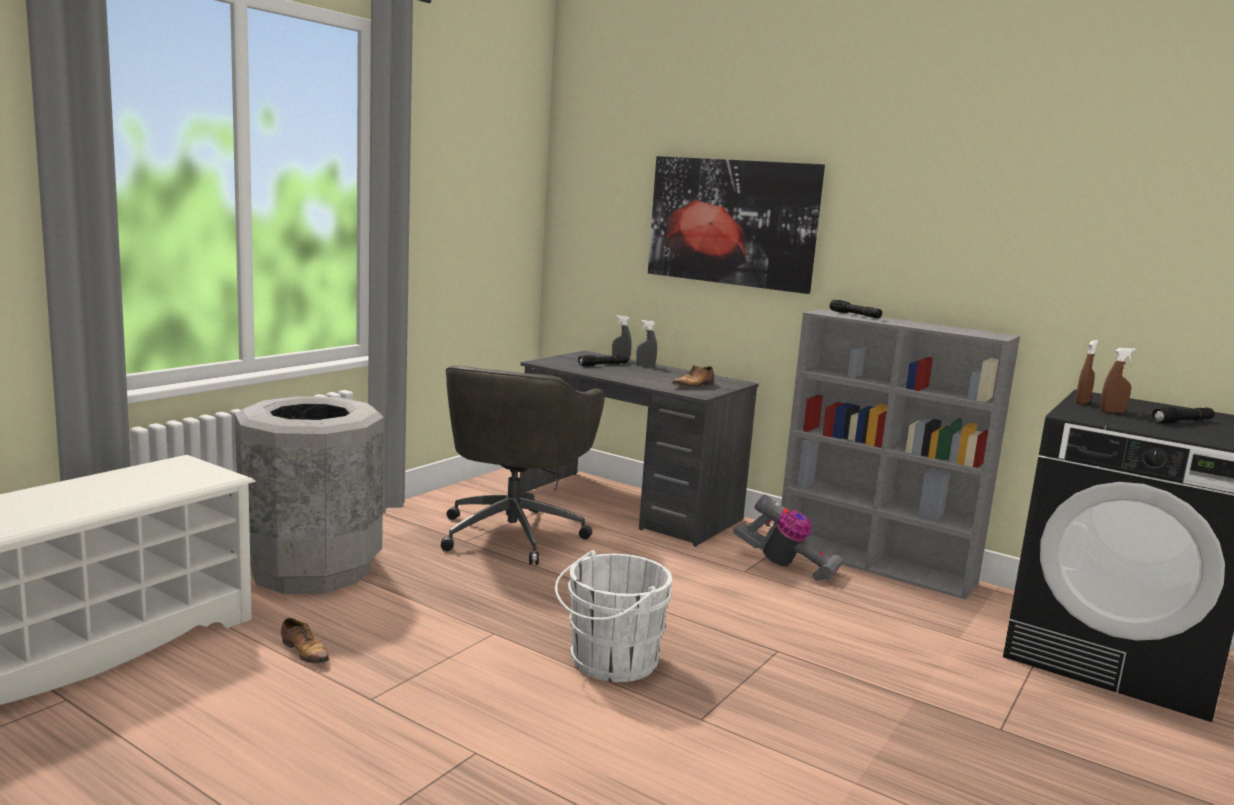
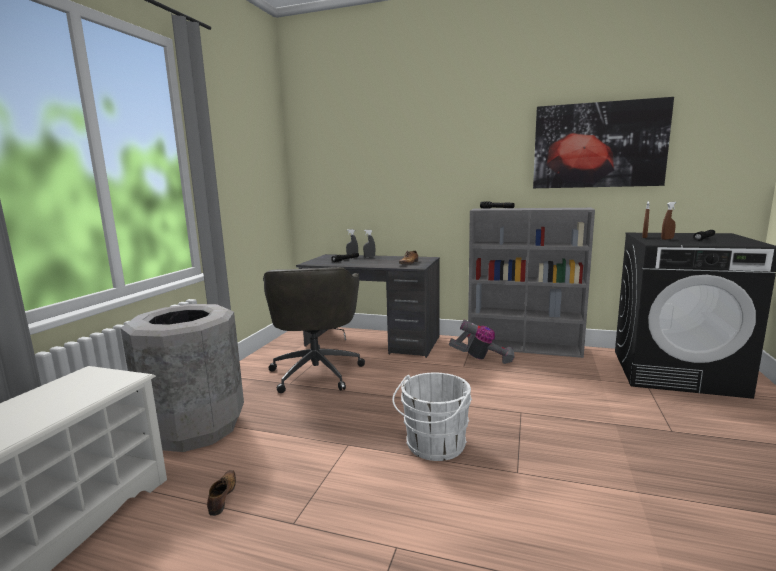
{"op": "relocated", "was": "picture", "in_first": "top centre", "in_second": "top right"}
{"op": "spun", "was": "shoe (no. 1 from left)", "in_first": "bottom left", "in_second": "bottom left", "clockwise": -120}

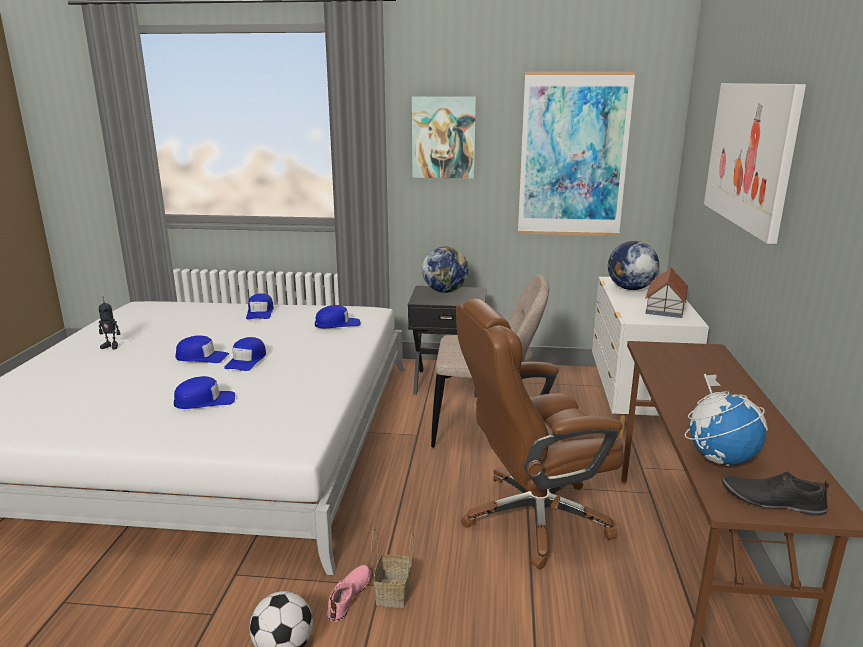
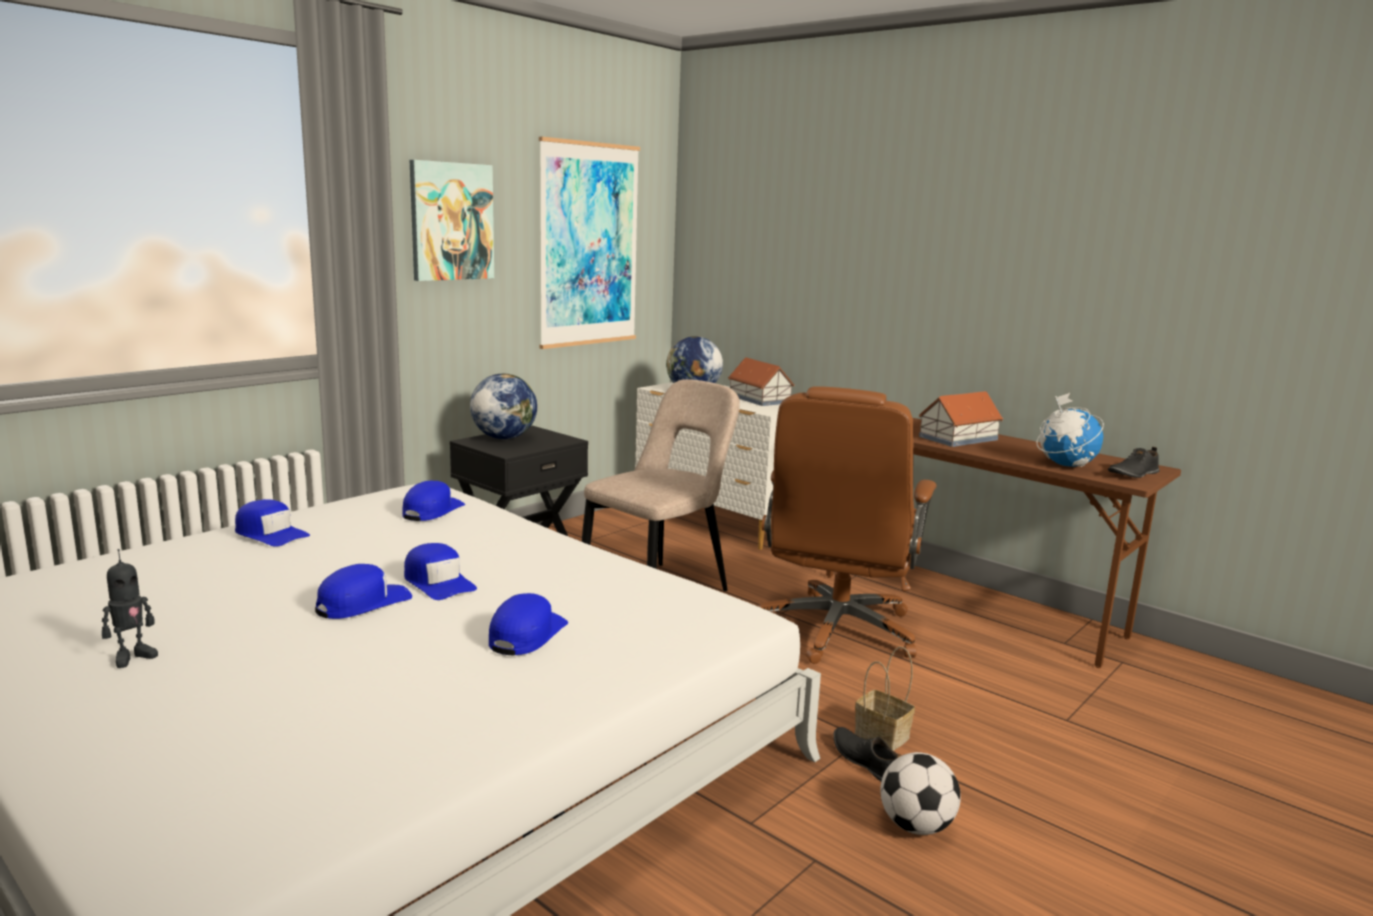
{"op": "missing", "was": "picture (no. 3 from left)", "in_first": "top right"}
{"op": "colour", "was": "pink shoe", "now": "black shoe (no. 1 from left)", "in_first": "bottom centre", "in_second": "bottom centre"}
{"op": "appeared", "now": "toy house (no. 2 from left)", "in_second": "middle right"}

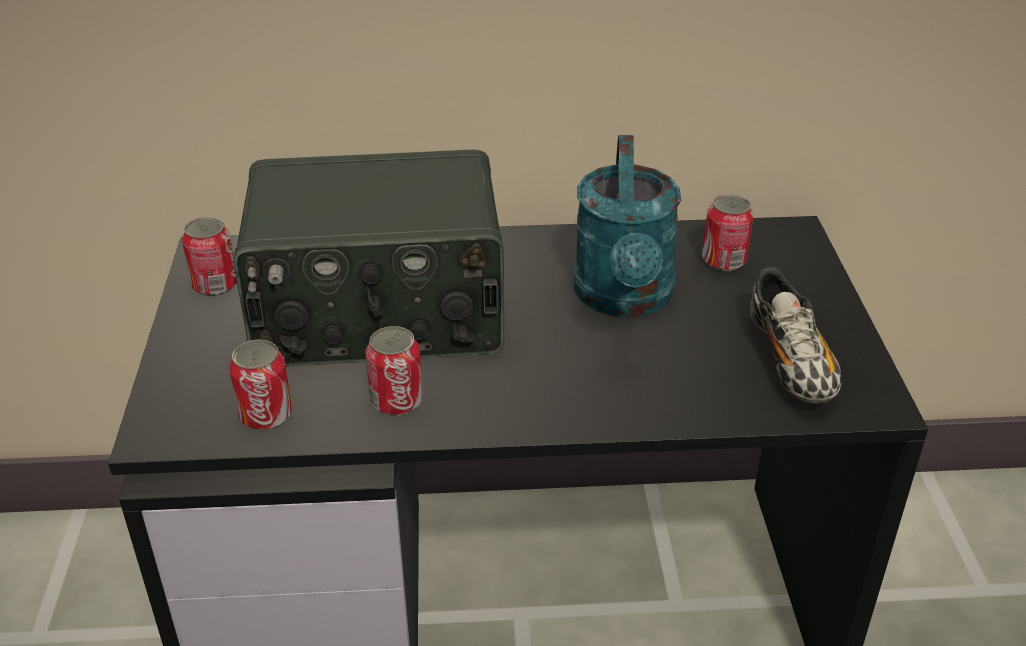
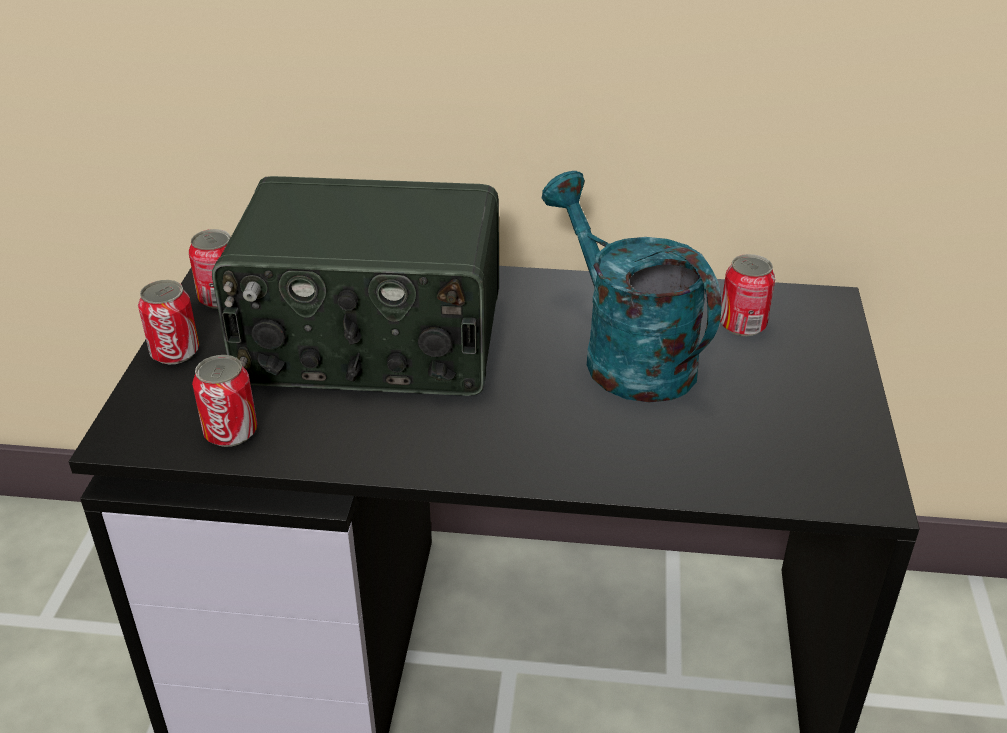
{"op": "spun", "was": "turquoise watering can", "in_first": "centre", "in_second": "centre", "clockwise": 135}
{"op": "missing", "was": "shoe", "in_first": "middle right"}
{"op": "relocated", "was": "can (no. 3 from left in the first image)", "now": "can (no. 1 from left)", "in_first": "centre", "in_second": "middle left"}

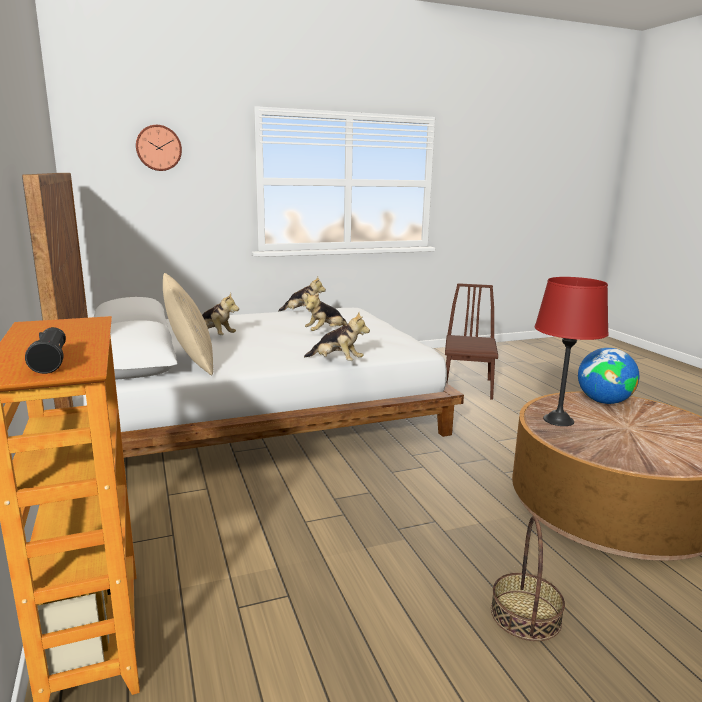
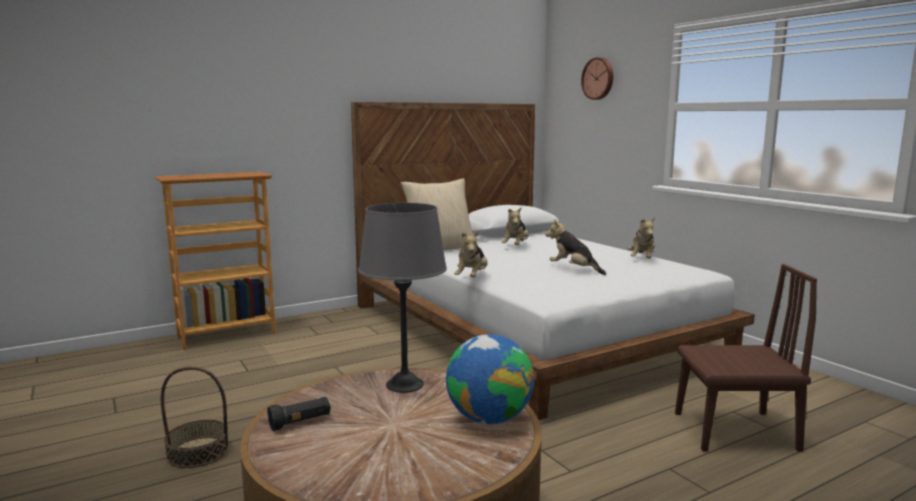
{"op": "colour", "was": "red table lamp", "now": "grey table lamp", "in_first": "middle right", "in_second": "centre"}
{"op": "relocated", "was": "black flashlight", "in_first": "middle left", "in_second": "bottom left"}

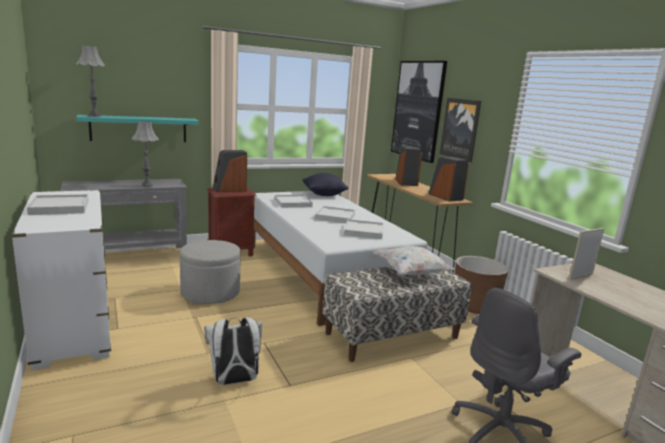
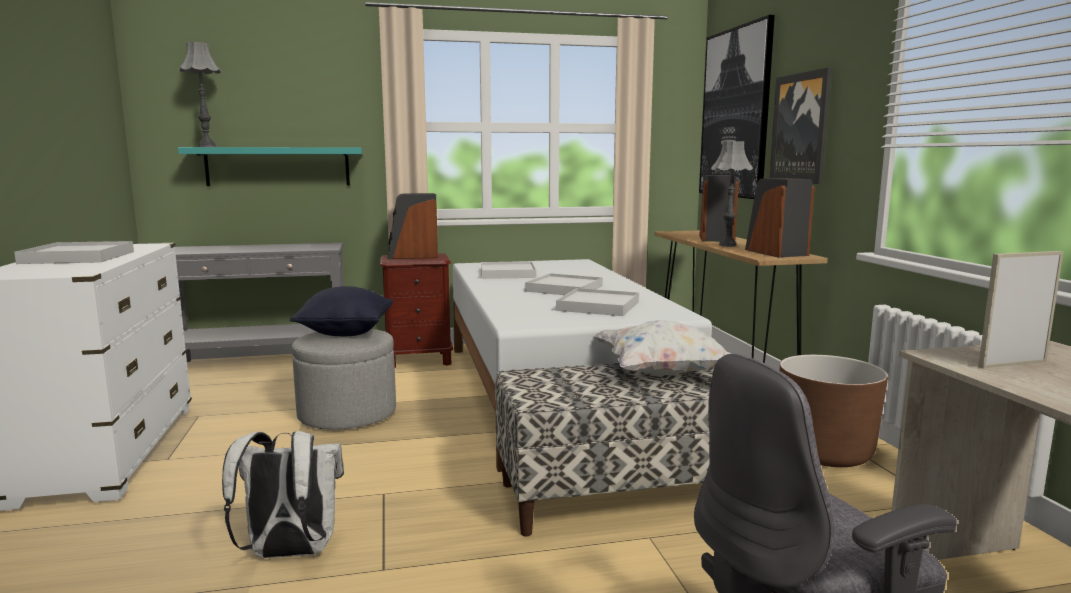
{"op": "relocated", "was": "grey table lamp (no. 2 from left)", "in_first": "middle left", "in_second": "top right"}
{"op": "relocated", "was": "black pillow", "in_first": "centre", "in_second": "middle left"}

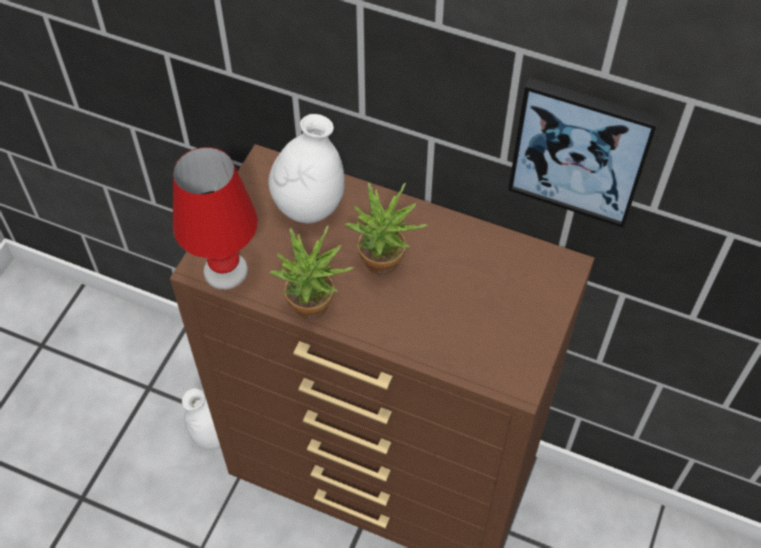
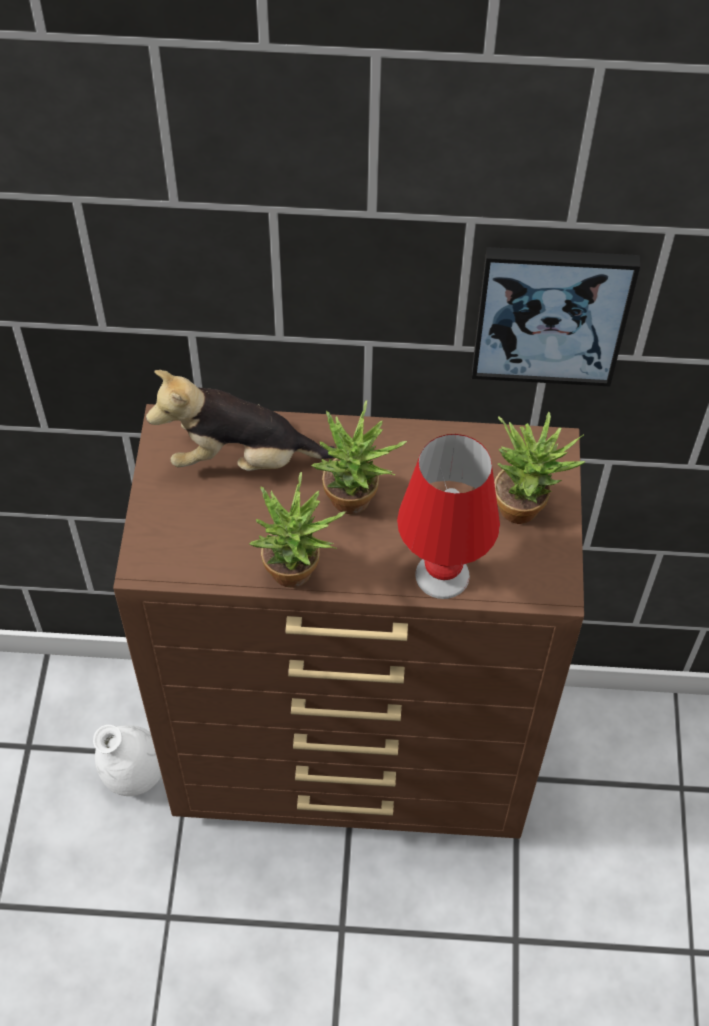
{"op": "exchanged", "was": "white vase (no. 2 from left)", "now": "plush toy", "in_first": "top centre", "in_second": "centre"}
{"op": "relocated", "was": "red table lamp", "in_first": "middle left", "in_second": "centre"}
{"op": "appeared", "now": "potted plant (no. 3 from left)", "in_second": "middle right"}

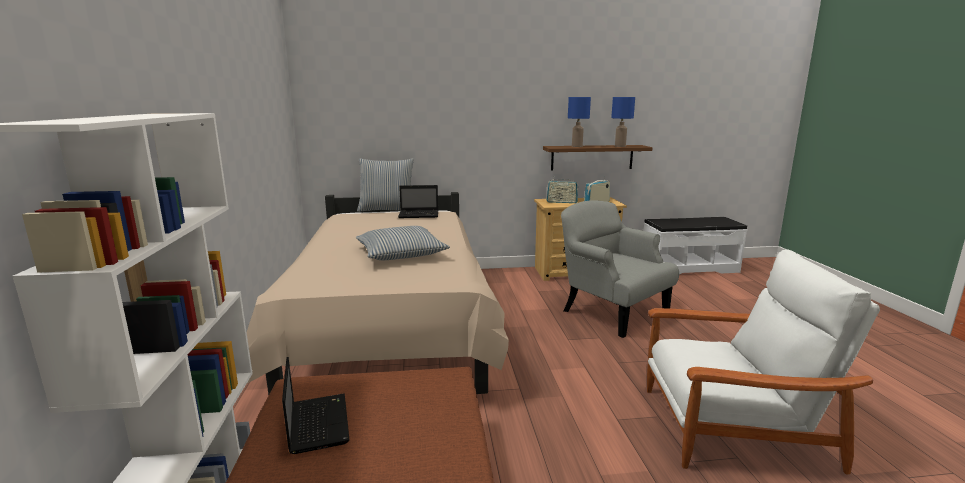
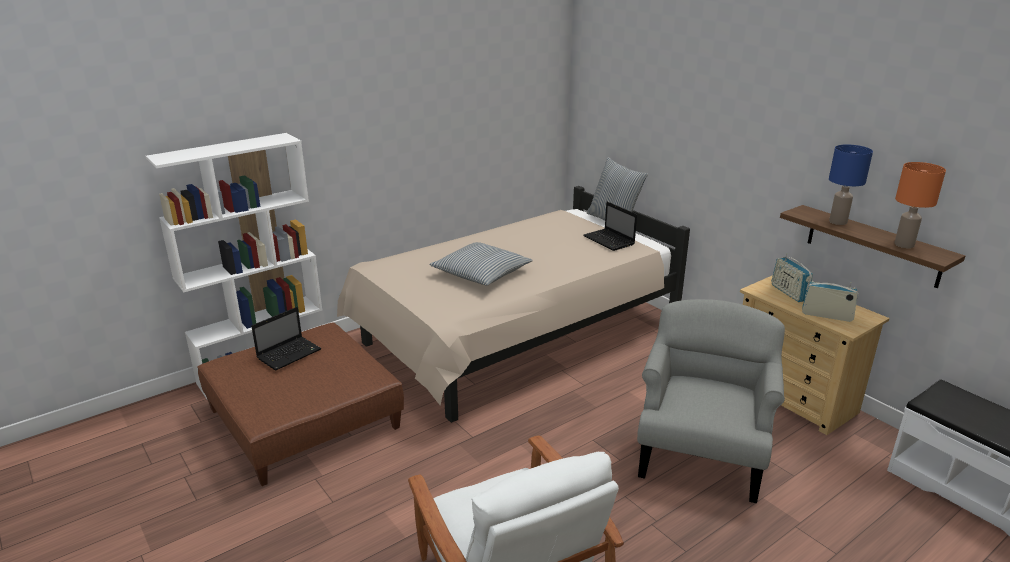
{"op": "colour", "was": "blue table lamp (no. 2 from left)", "now": "orange table lamp", "in_first": "top centre", "in_second": "middle right"}

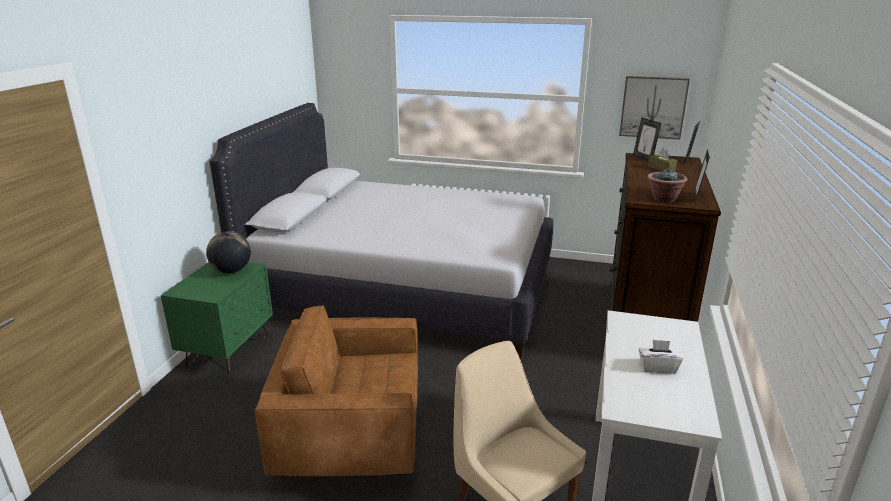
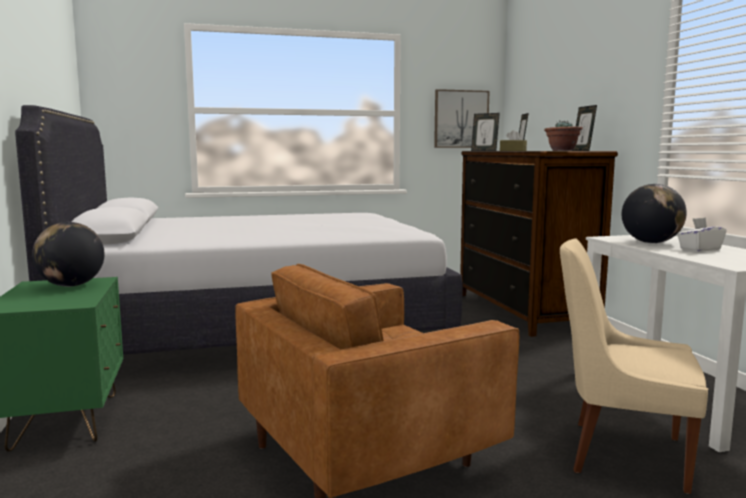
{"op": "appeared", "now": "globe (no. 2 from left)", "in_second": "middle right"}

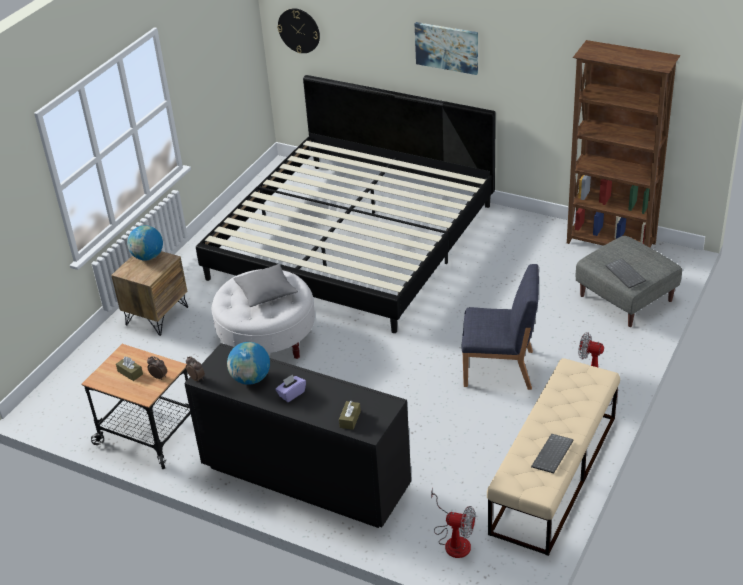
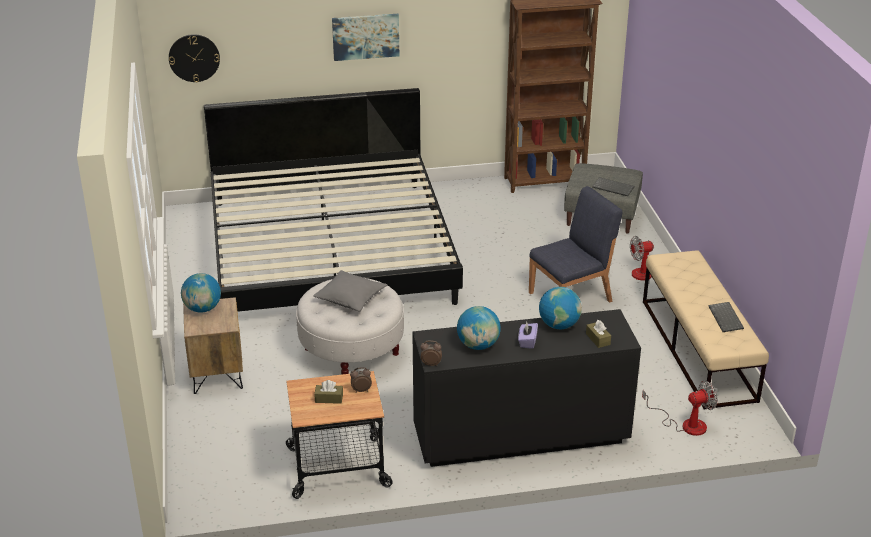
{"op": "appeared", "now": "globe (no. 3 from left)", "in_second": "centre"}

